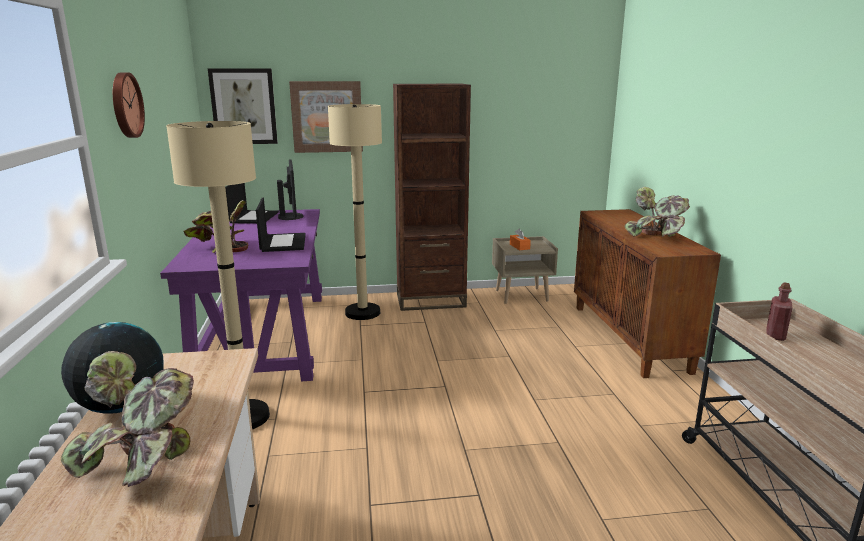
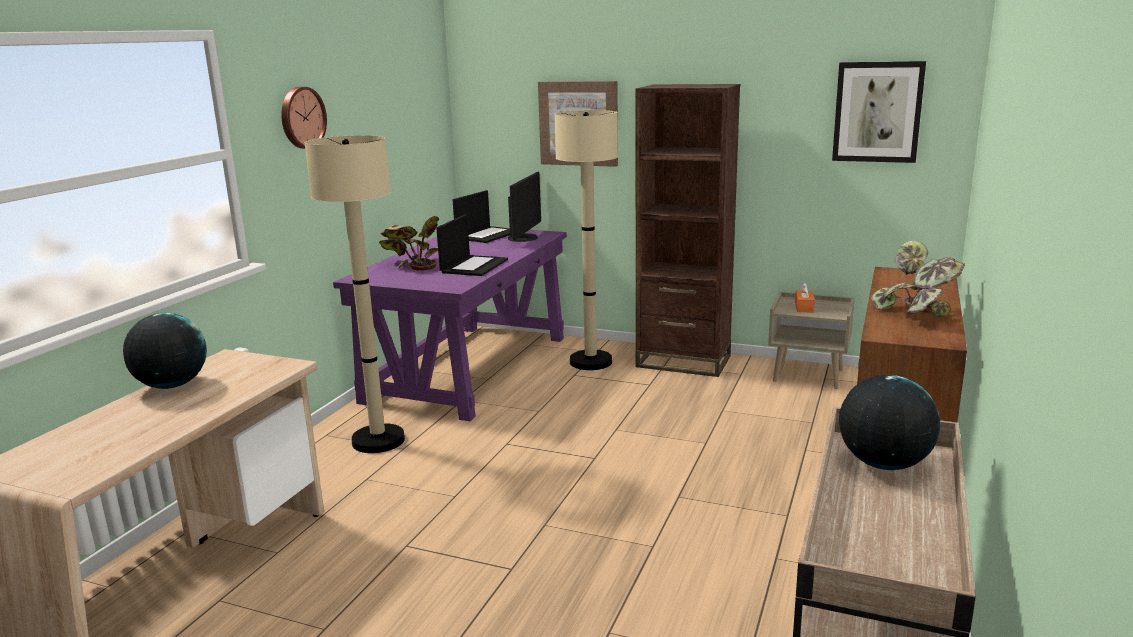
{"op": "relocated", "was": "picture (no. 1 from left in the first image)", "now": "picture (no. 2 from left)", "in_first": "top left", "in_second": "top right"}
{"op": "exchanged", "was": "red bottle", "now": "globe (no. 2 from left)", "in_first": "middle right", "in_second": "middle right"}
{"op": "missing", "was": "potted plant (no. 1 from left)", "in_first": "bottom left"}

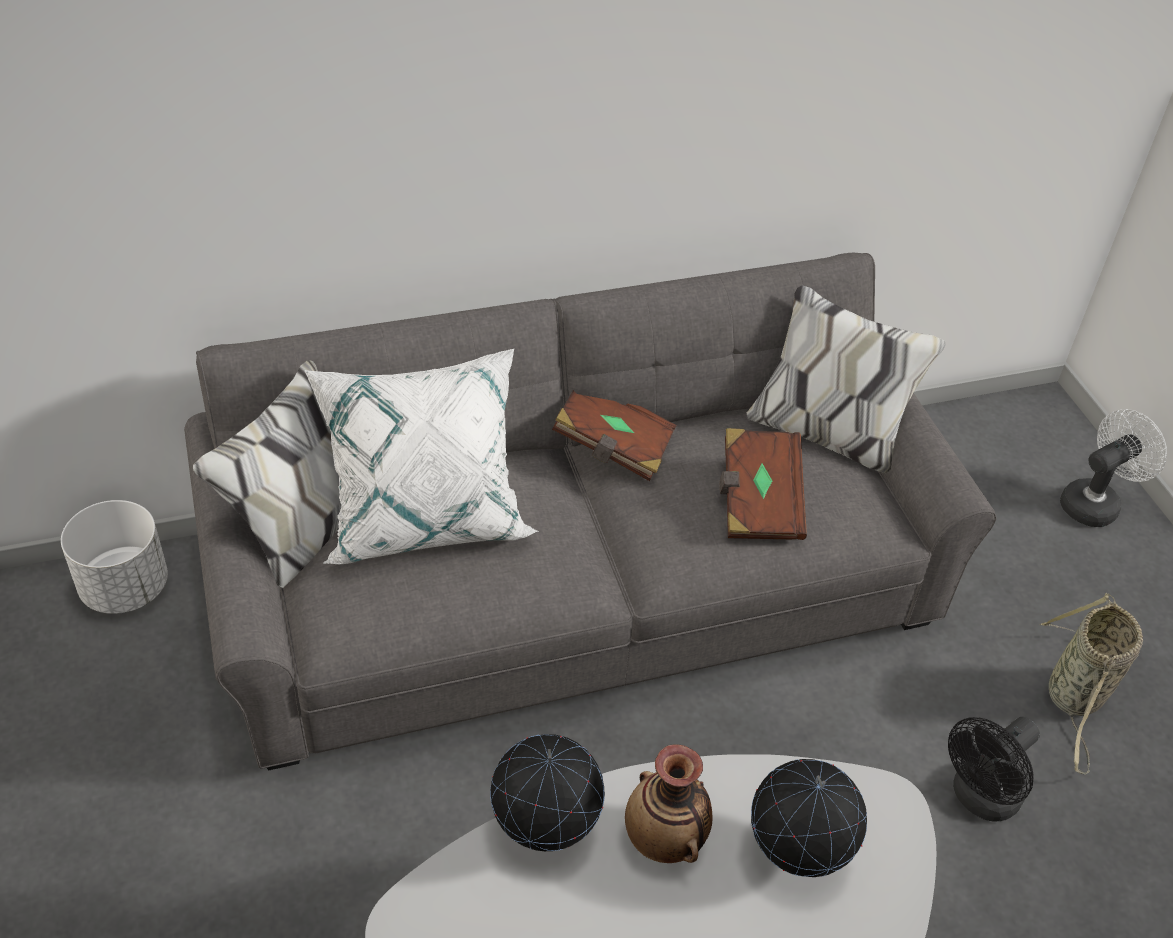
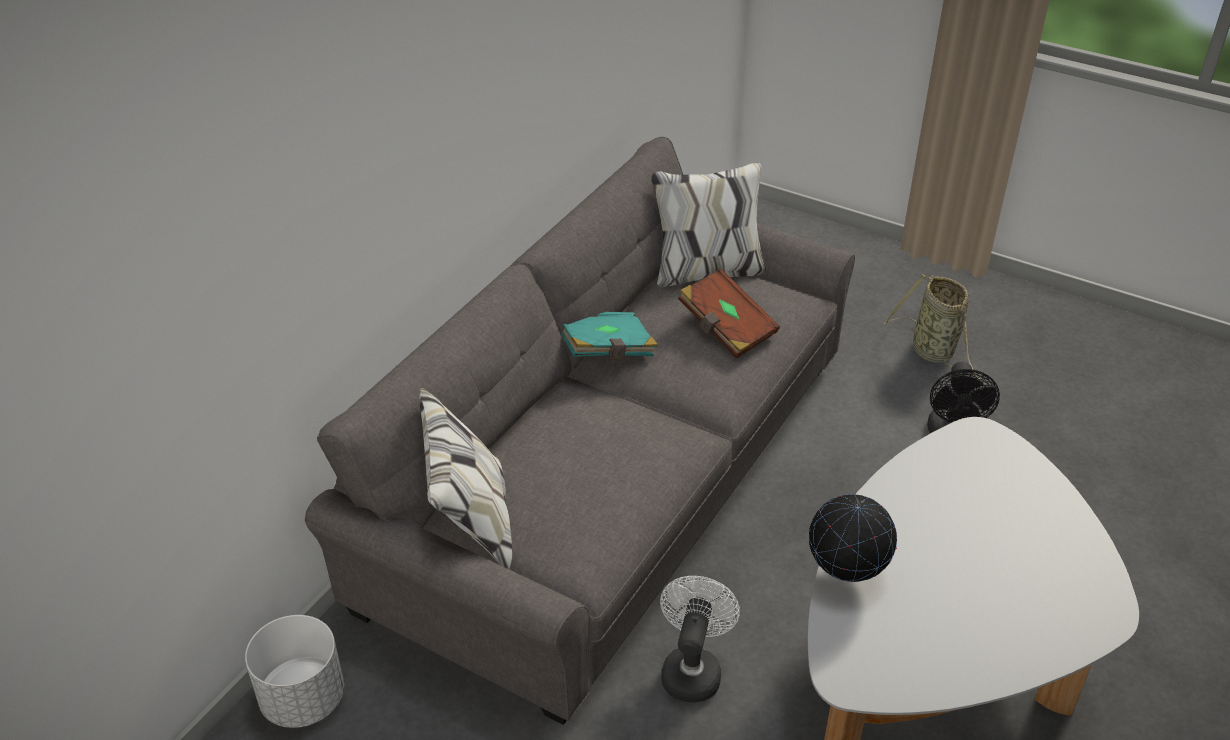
{"op": "missing", "was": "white pillow", "in_first": "centre"}
{"op": "colour", "was": "brown book (no. 1 from left)", "now": "turquoise book", "in_first": "centre", "in_second": "centre"}
{"op": "relocated", "was": "white fan", "in_first": "middle right", "in_second": "bottom centre"}
{"op": "missing", "was": "vase", "in_first": "bottom centre"}
{"op": "missing", "was": "globe (no. 2 from left)", "in_first": "bottom right"}

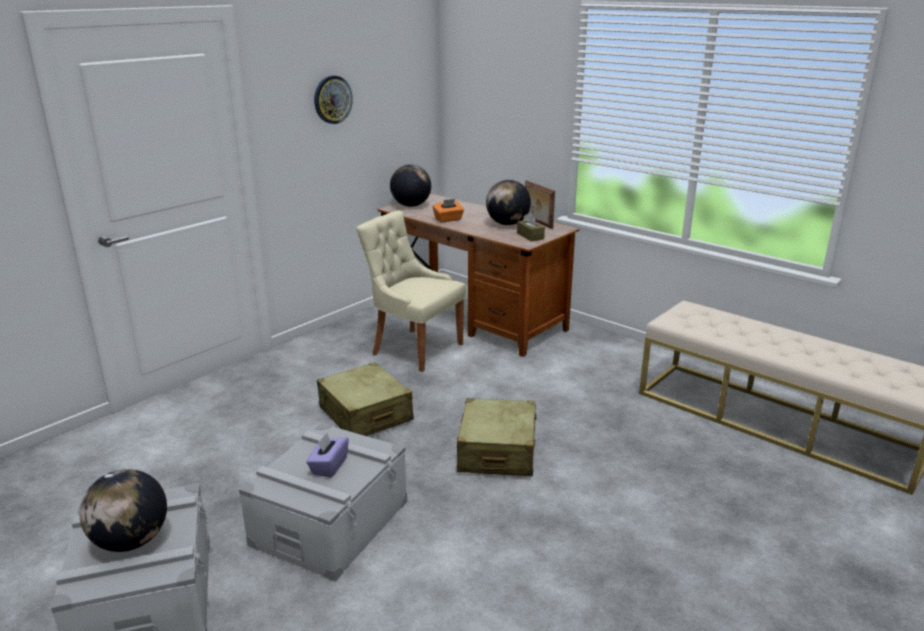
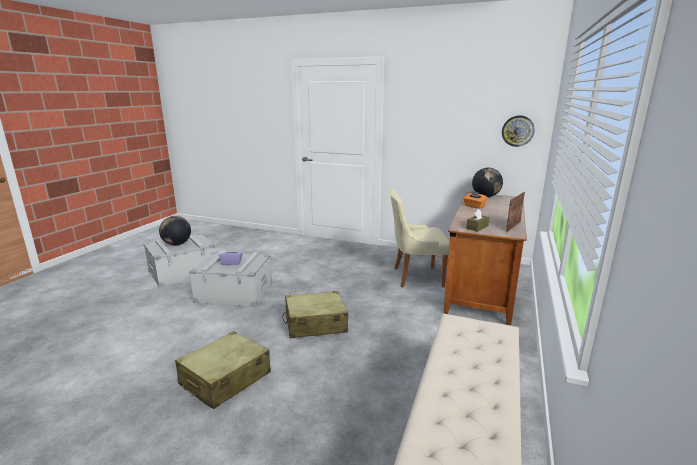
{"op": "relocated", "was": "wall clock", "in_first": "top centre", "in_second": "top right"}
{"op": "missing", "was": "globe (no. 3 from left)", "in_first": "top centre"}
{"op": "spun", "was": "beige chair", "in_first": "centre", "in_second": "centre", "clockwise": -105}
{"op": "relocated", "was": "beige suitcase (no. 1 from left)", "in_first": "centre", "in_second": "bottom left"}

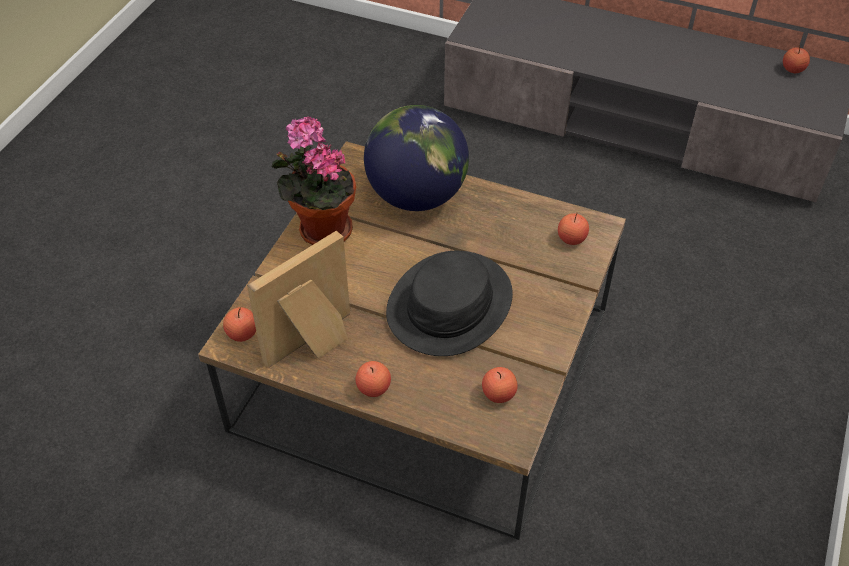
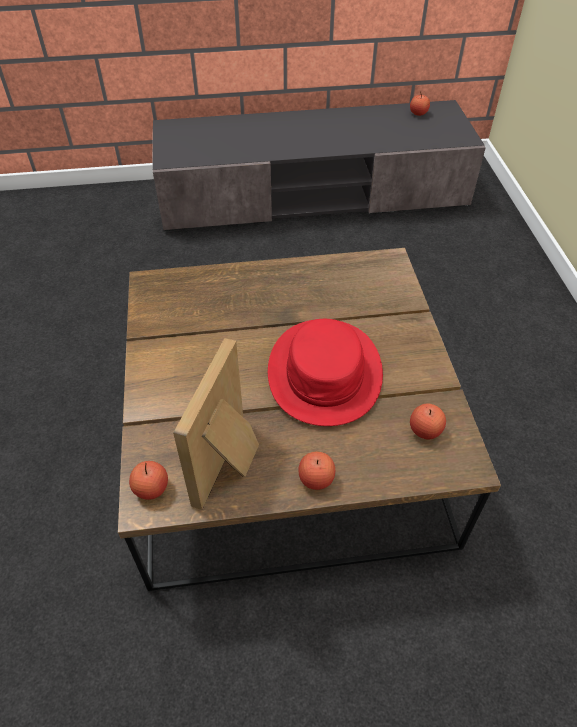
{"op": "missing", "was": "globe", "in_first": "top centre"}
{"op": "missing", "was": "potted plant", "in_first": "top centre"}
{"op": "missing", "was": "apple (no. 4 from left)", "in_first": "middle right"}
{"op": "colour", "was": "black hat", "now": "red hat", "in_first": "centre", "in_second": "centre"}

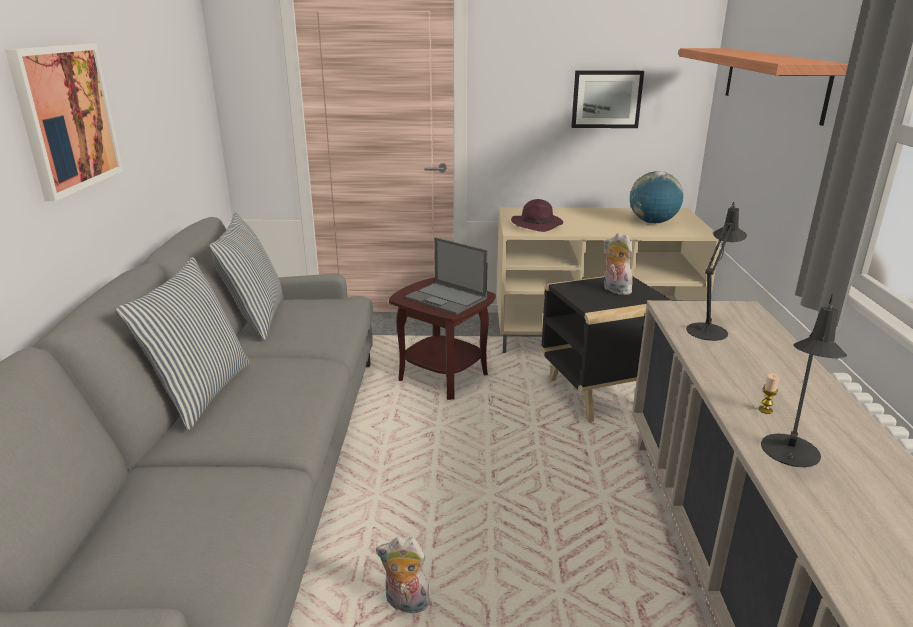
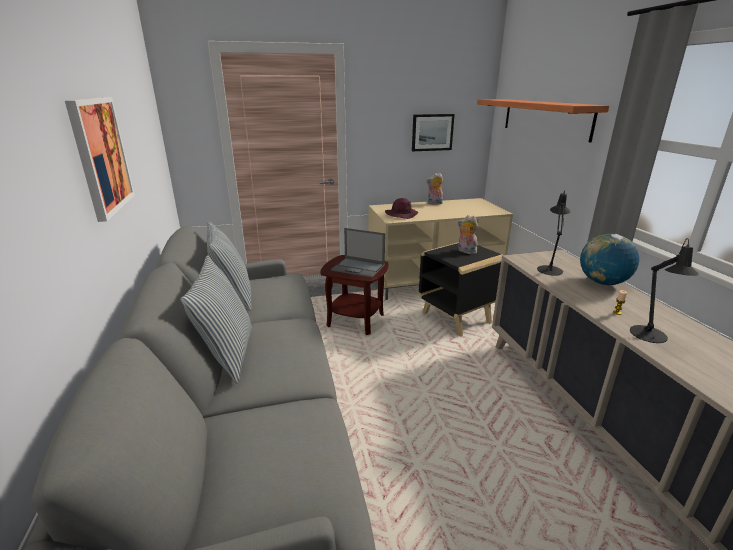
{"op": "relocated", "was": "globe", "in_first": "top right", "in_second": "middle right"}
{"op": "relocated", "was": "plush toy (no. 1 from left)", "in_first": "bottom centre", "in_second": "centre"}

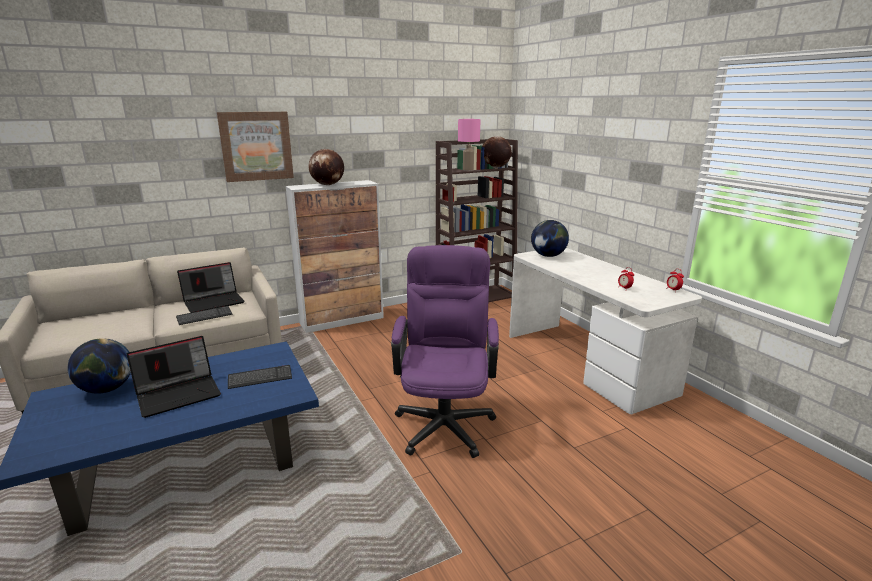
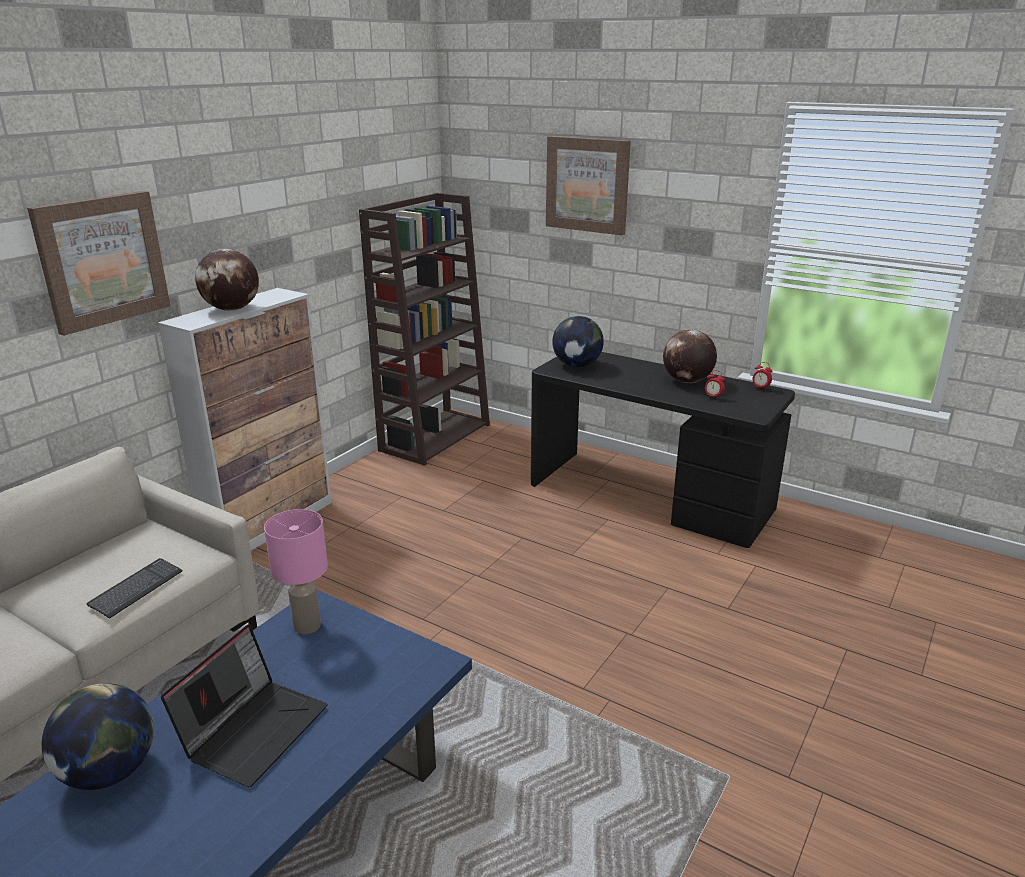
{"op": "relocated", "was": "pink table lamp", "in_first": "top centre", "in_second": "middle left"}
{"op": "relocated", "was": "globe (no. 3 from left in the first image)", "now": "globe (no. 4 from left)", "in_first": "top centre", "in_second": "middle right"}
{"op": "missing", "was": "purple office chair", "in_first": "centre"}
{"op": "colour", "was": "white desk", "now": "black desk", "in_first": "middle right", "in_second": "centre"}
{"op": "missing", "was": "laptop (no. 2 from left)", "in_first": "middle left"}
{"op": "missing", "was": "keyboard (no. 2 from left)", "in_first": "middle left"}
{"op": "appeared", "now": "picture (no. 2 from left)", "in_second": "top centre"}

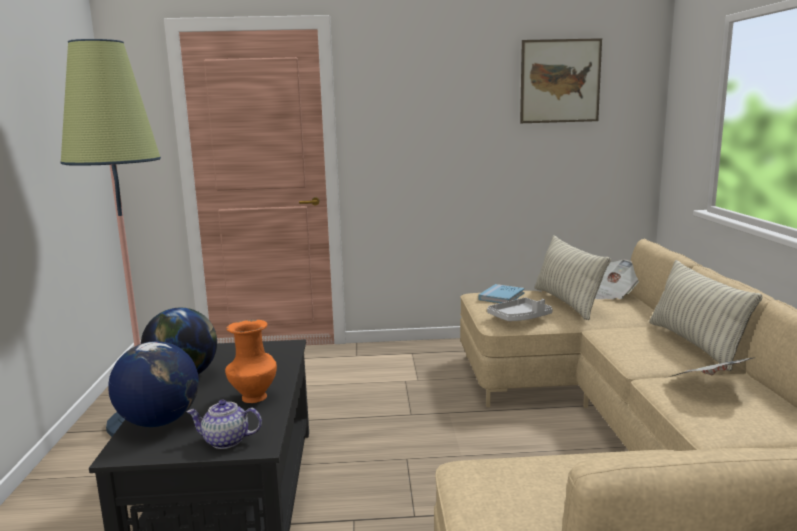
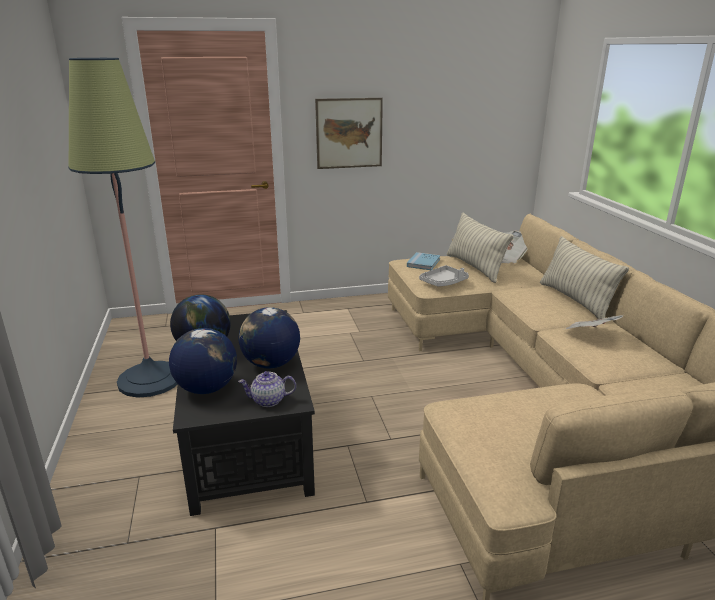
{"op": "relocated", "was": "picture", "in_first": "top right", "in_second": "top centre"}
{"op": "exchanged", "was": "orange vase", "now": "globe (no. 3 from left)", "in_first": "bottom left", "in_second": "centre"}

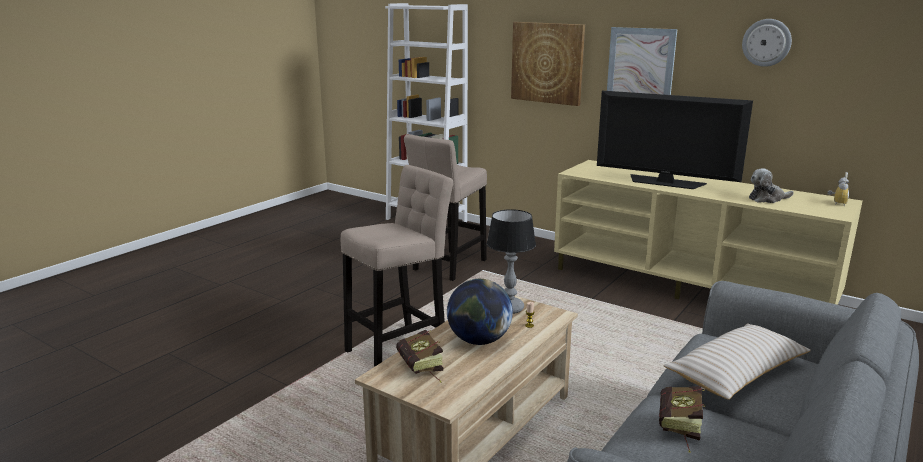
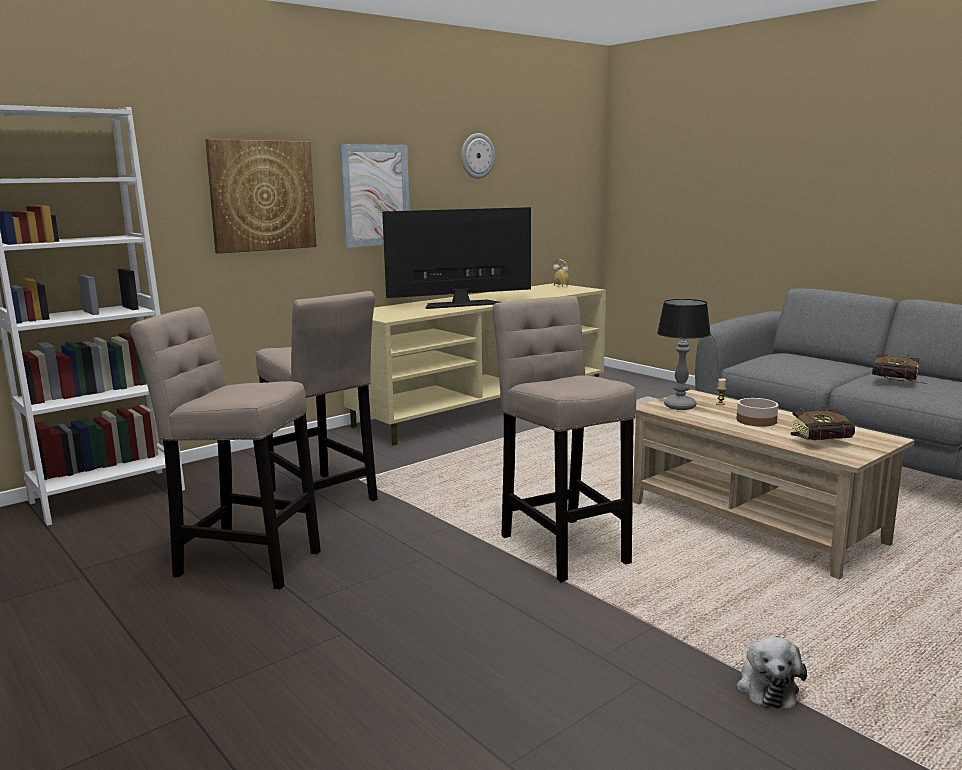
{"op": "spun", "was": "television", "in_first": "top right", "in_second": "centre", "clockwise": -150}
{"op": "relocated", "was": "plush toy", "in_first": "middle right", "in_second": "bottom right"}
{"op": "exchanged", "was": "globe", "now": "bowl", "in_first": "bottom centre", "in_second": "middle right"}
{"op": "missing", "was": "beige pillow", "in_first": "bottom right"}
{"op": "appeared", "now": "beige stool (no. 1 from left)", "in_second": "middle left"}

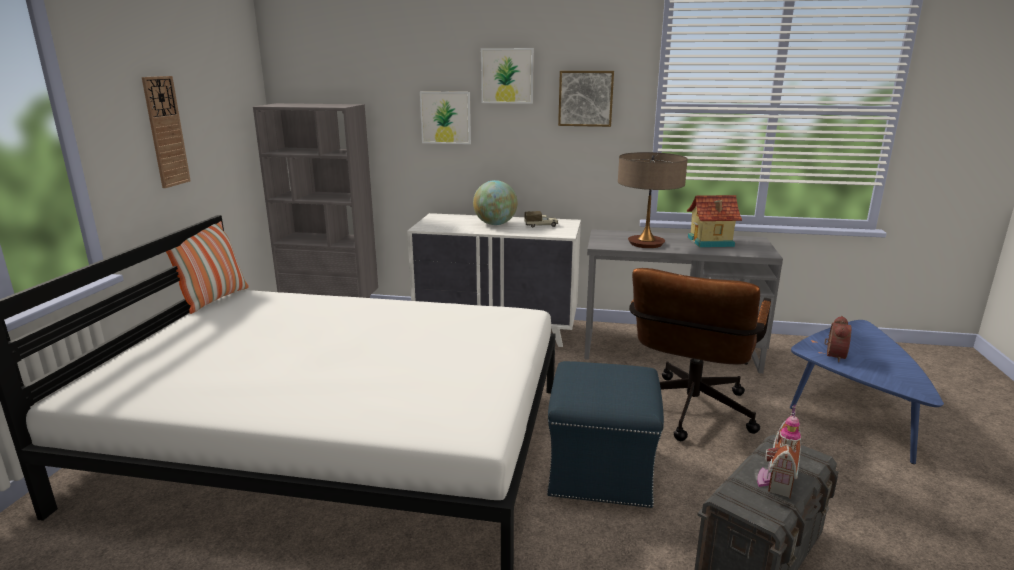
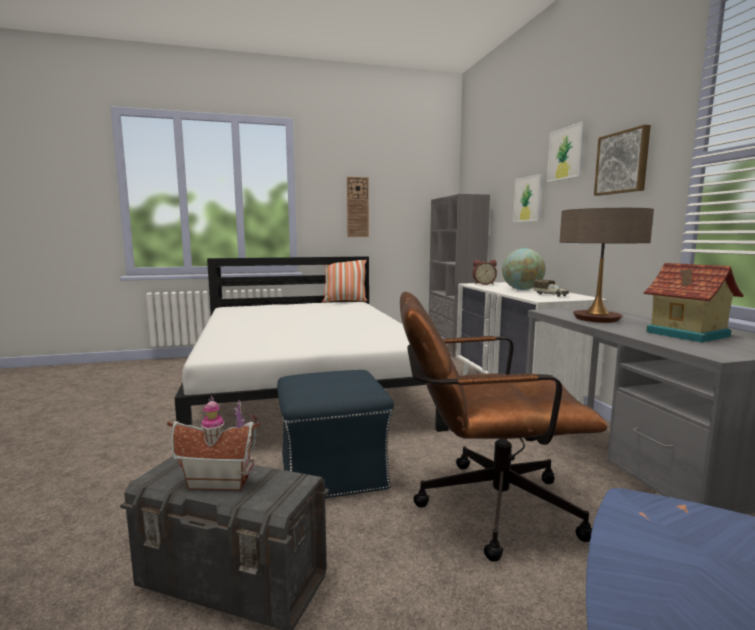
{"op": "relocated", "was": "alarm clock", "in_first": "middle right", "in_second": "centre"}

